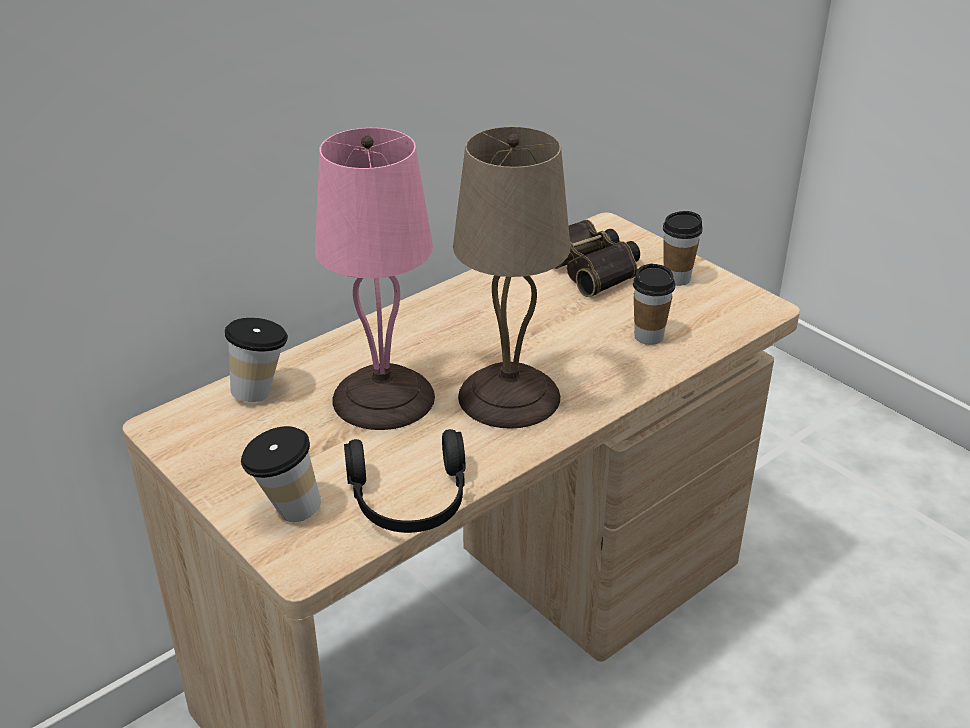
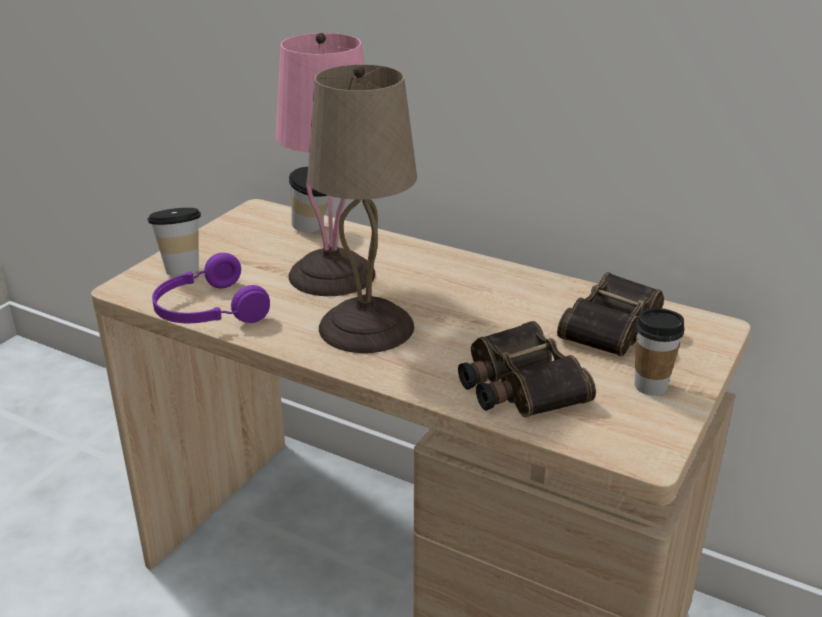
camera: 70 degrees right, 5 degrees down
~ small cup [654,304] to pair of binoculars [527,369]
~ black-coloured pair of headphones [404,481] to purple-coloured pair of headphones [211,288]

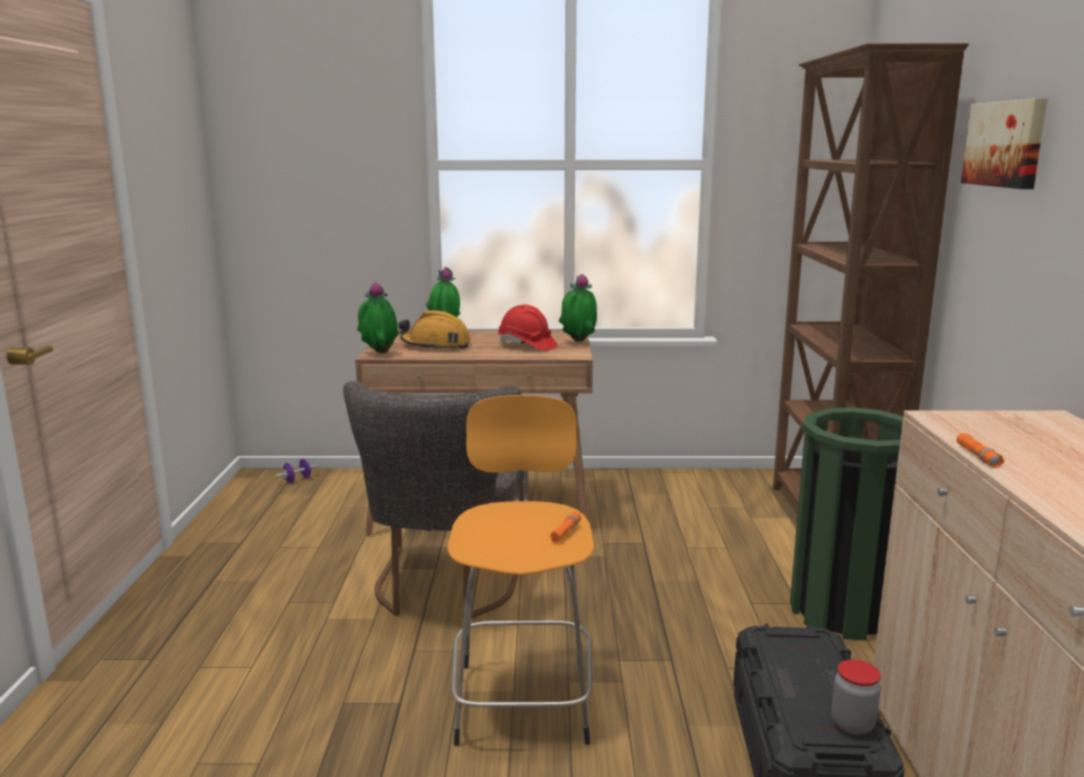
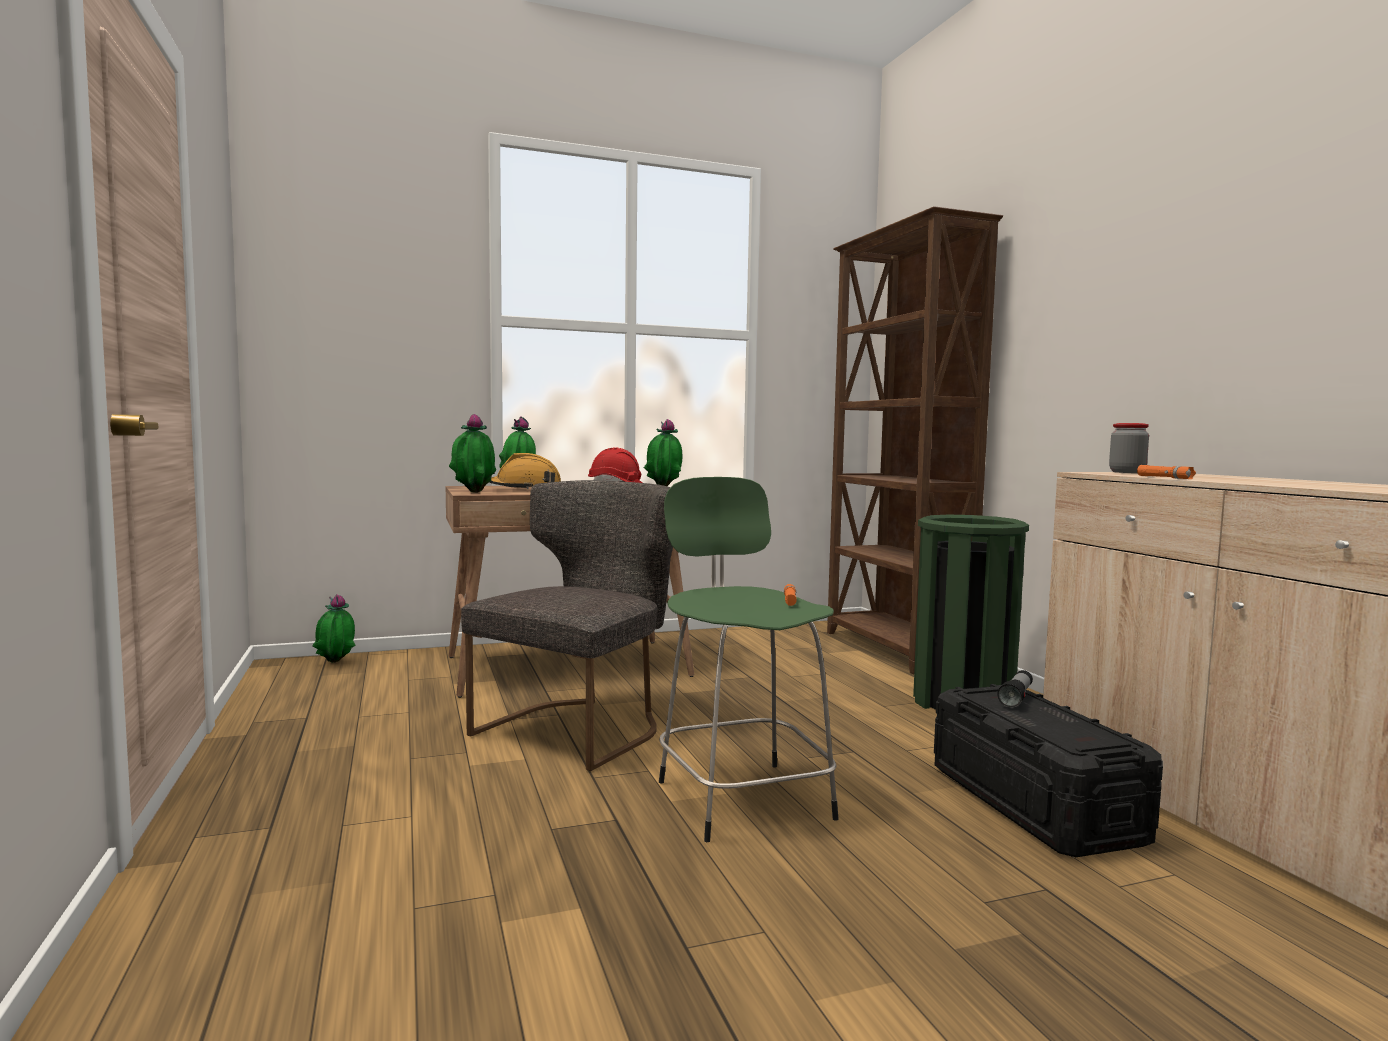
camera: 20 degrees left, 10 degrees down
- wall art [1004,144]
+ torch [1015,689]
~ jar [856,697] to [1129,448]
~ purple-coloured dumbbell [297,471] to potted plant [334,628]
~ orange sitting stool [520,570] to green-coloured sitting stool [749,659]
~ gray plain chair [433,500] = [567,625] 135 degrees counterclockwise

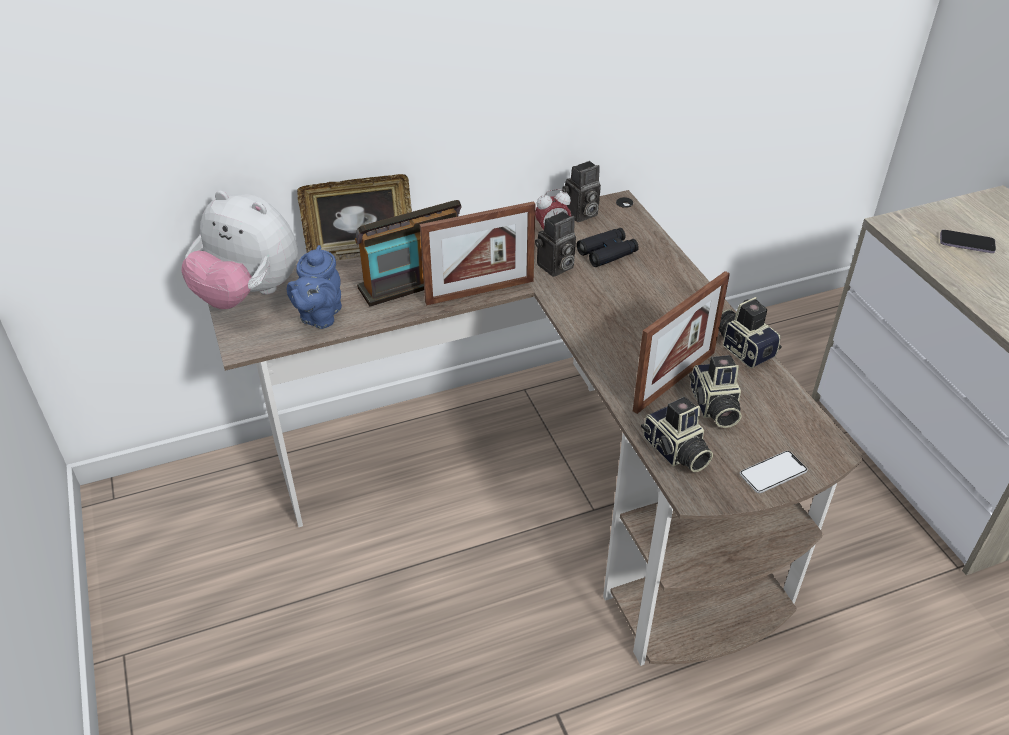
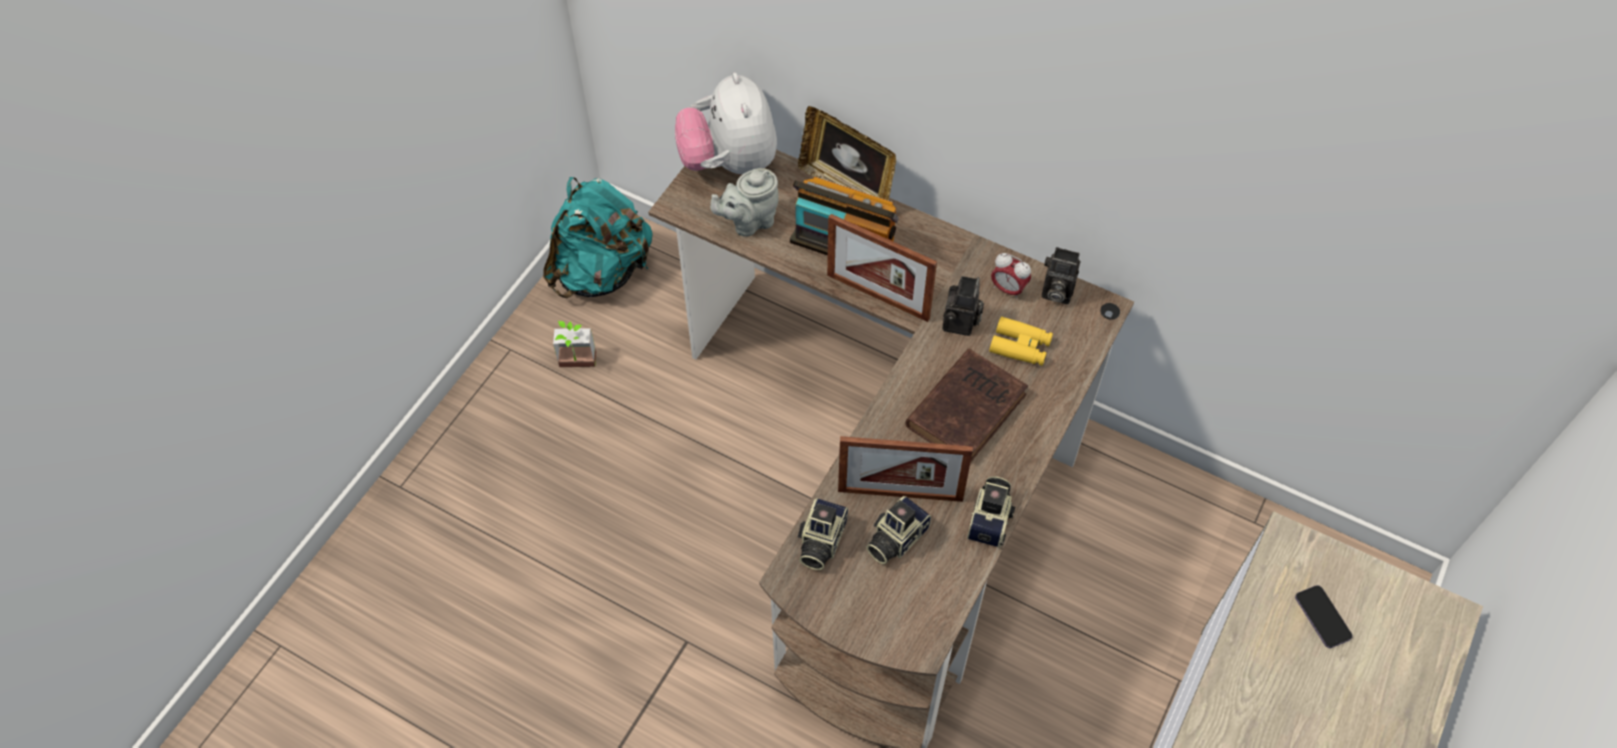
camera: 50 degrees right, 15 degrees up
- phone [774,472]
+ turquoise rucksack [598,237]
+ potted plant [574,344]
+ brown book [966,406]
~ bluish teapot [314,287] to gray teapot [744,202]
~ black-coloured pair of binoculars [608,247] to yellow-coloured pair of binoculars [1021,341]
~ photo camera [555,244] = [963,306] 90 degrees counterclockwise

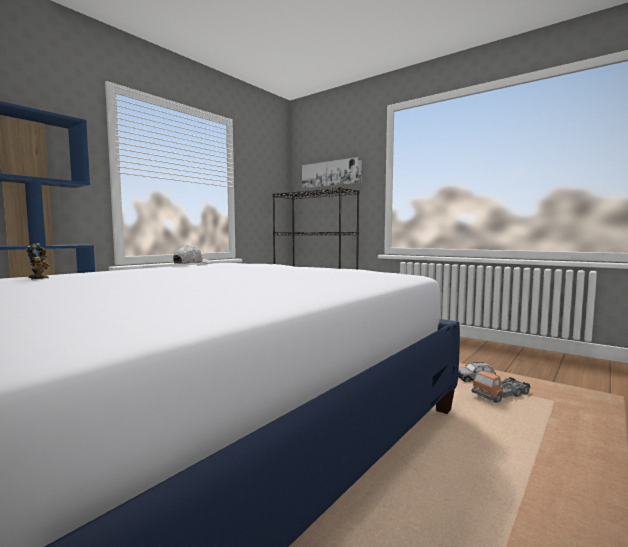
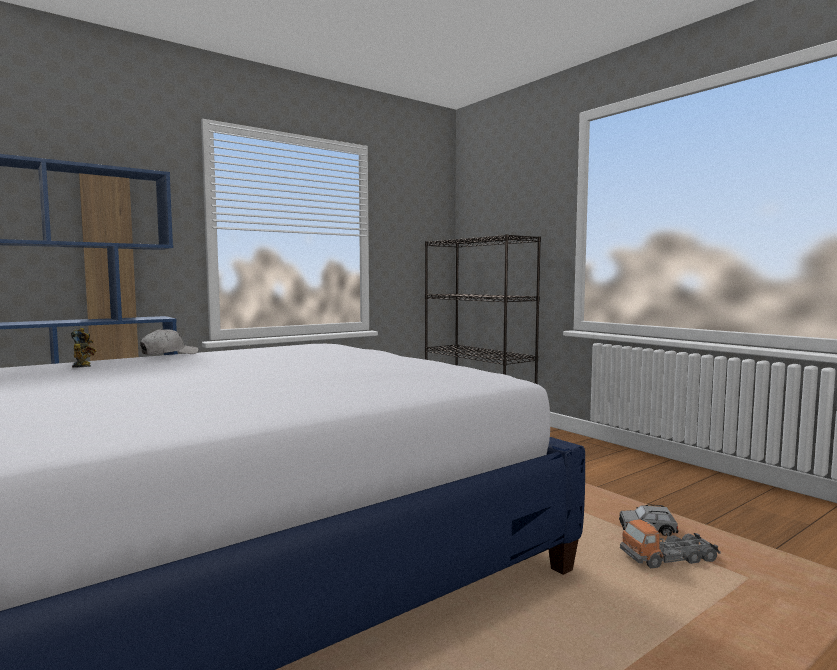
camera: 15 degrees right, 0 degrees up
- wall art [332,172]
~ white-coloured cap [192,254] to [169,341]

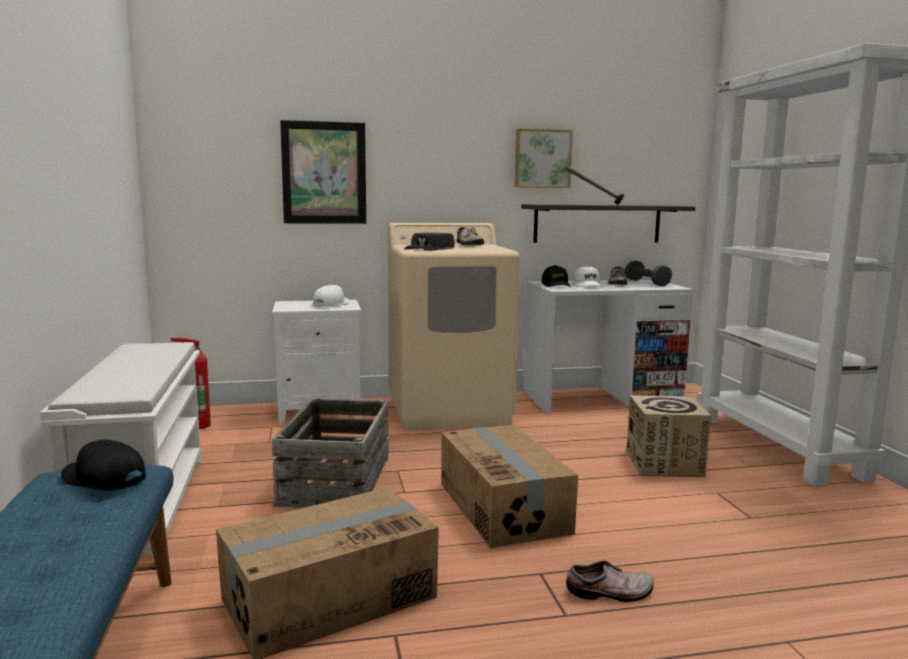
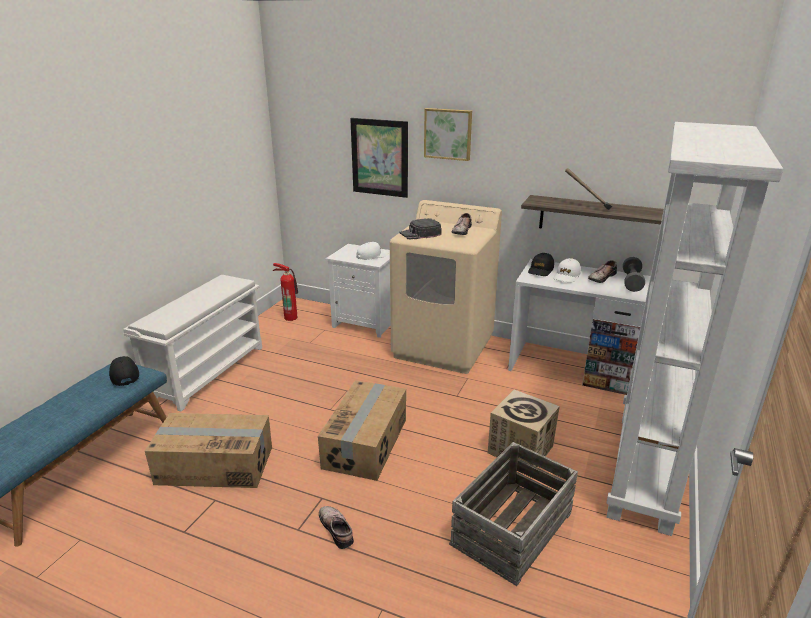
camera: 35 degrees right, 15 degrees up
~ crate [330,453] to [513,514]
~ wall art [544,158] to [448,134]
~ item of footwear [610,581] = [336,527] 150 degrees counterclockwise

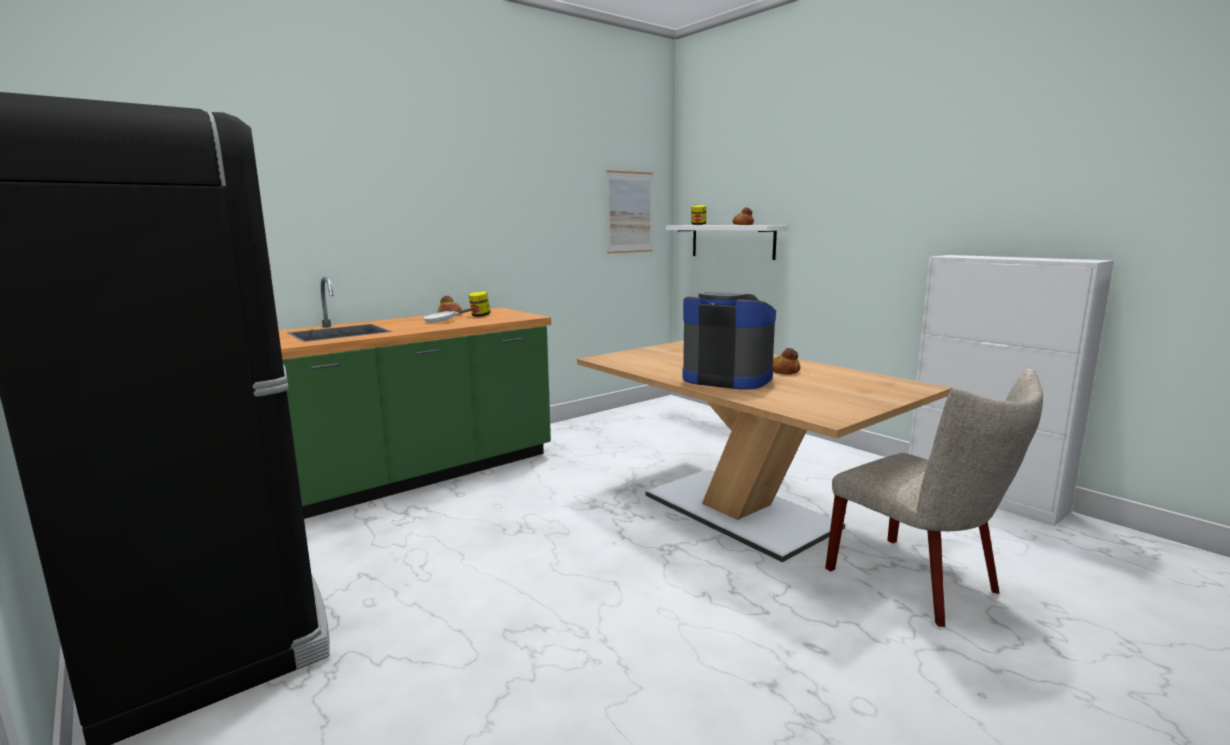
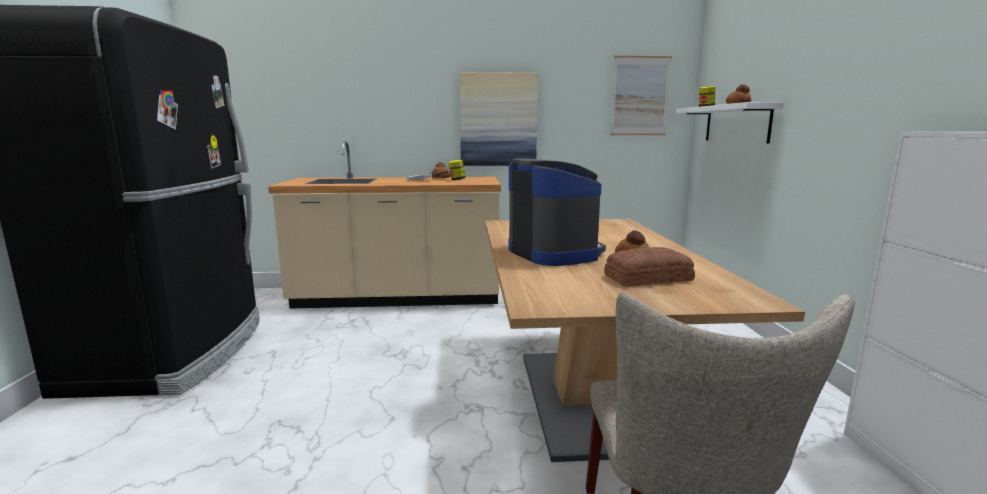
camera: 35 degrees right, 0 degrees up
+ wall art [498,119]
+ bakery bread [649,267]
~ green-coloured kitchen base unit [415,398] to sand-coloured kitchen base unit [384,225]

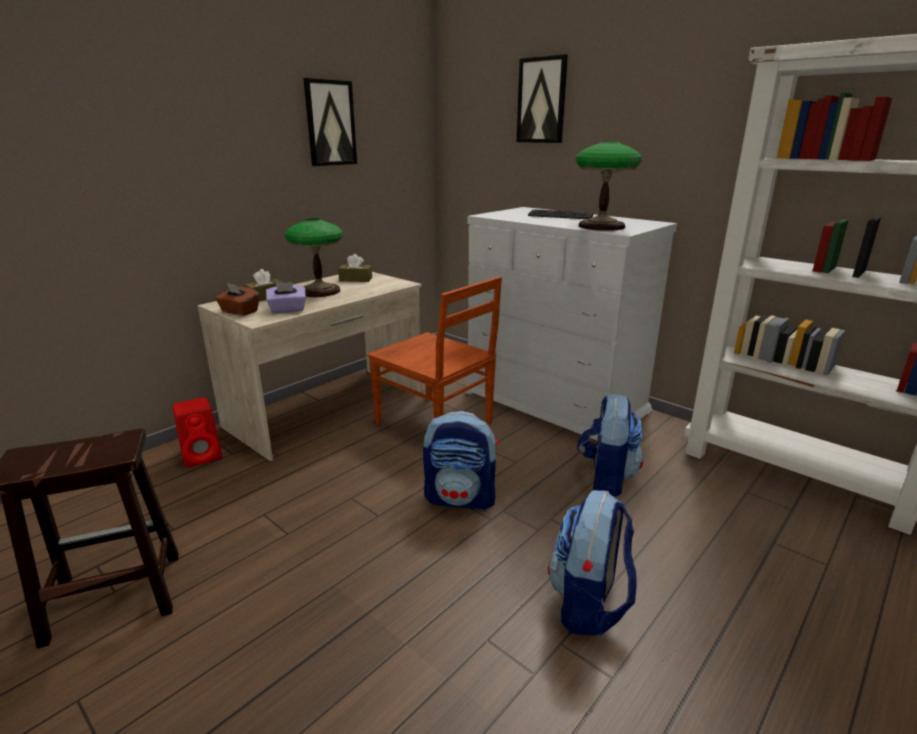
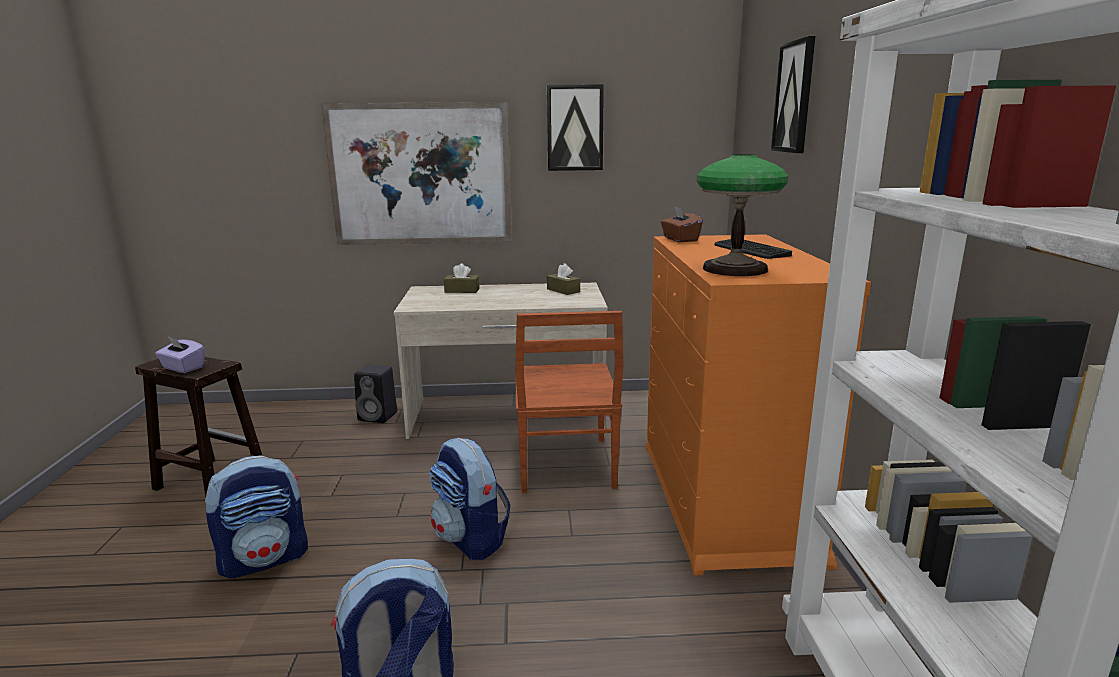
camera: 45 degrees right, 5 degrees down
- table lamp [314,257]
+ wall art [416,173]
~ brown tissue holder [237,299] to [682,224]
~ purple-coloured tissue holder [286,297] to [180,354]
~ rucksack [610,445] to [256,516]
~ red-coloured audio speaker [197,432] to black-coloured audio speaker [375,393]
~ white-coloured dresser [571,323] to orange dresser [758,404]

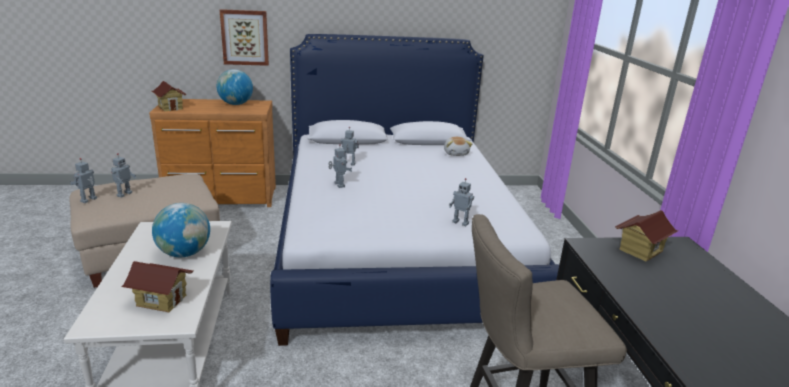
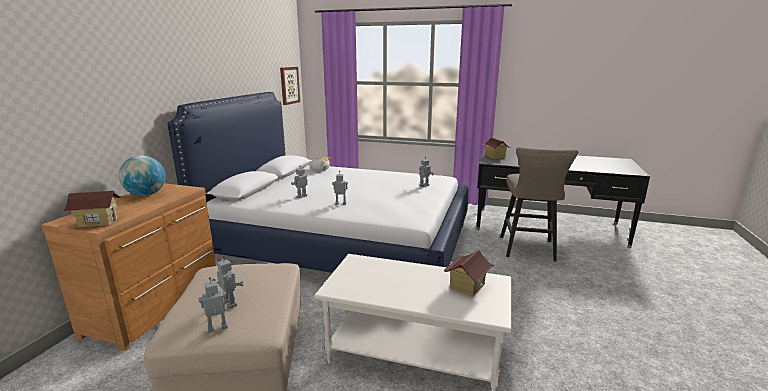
camera: 65 degrees left, 5 degrees down
- world globe [181,230]
~ wall art [244,37] to [290,86]
~ model robot [83,180] = [213,305] 105 degrees clockwise

